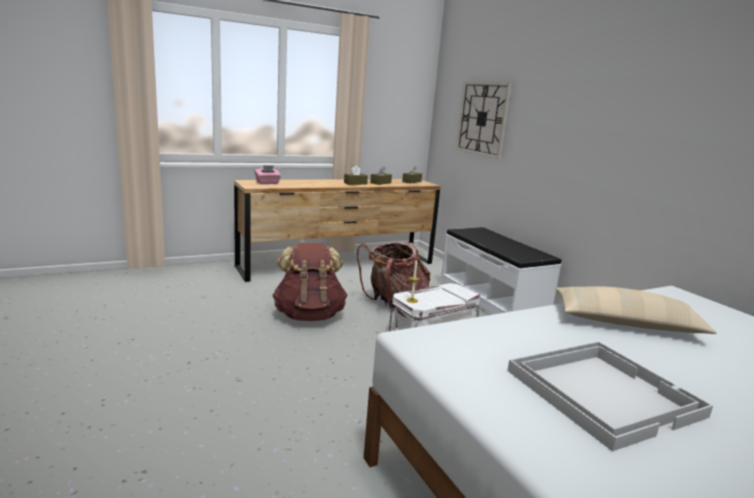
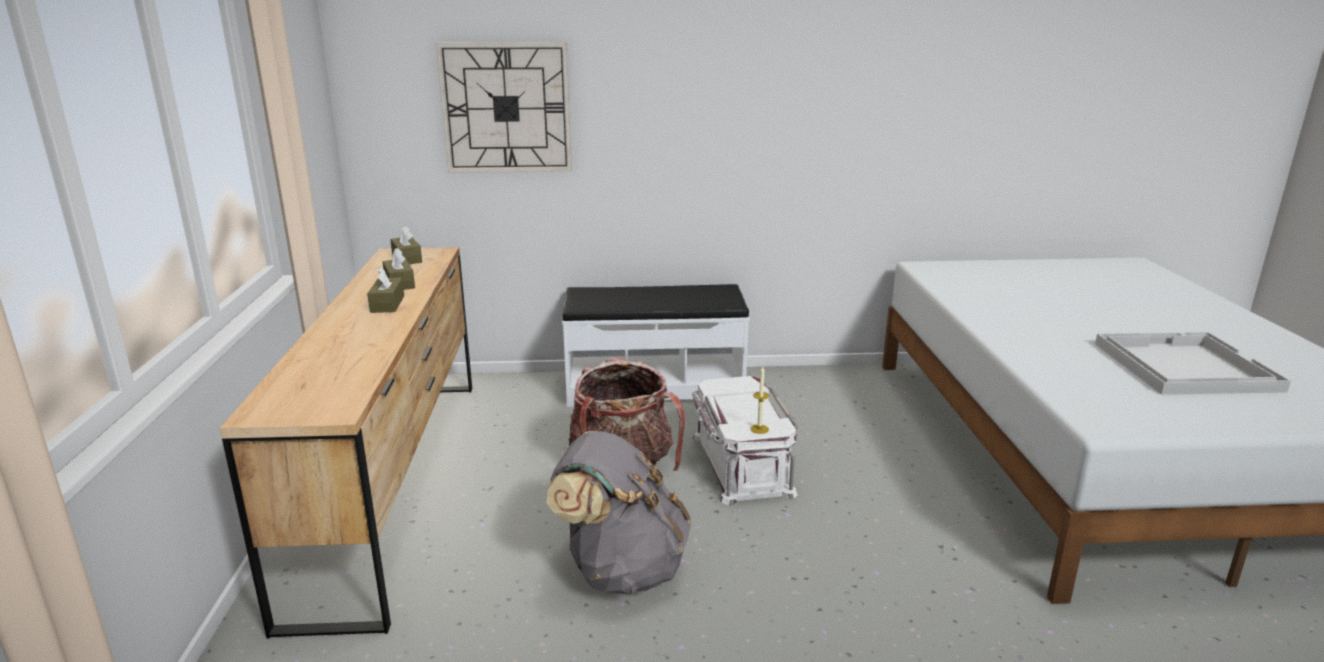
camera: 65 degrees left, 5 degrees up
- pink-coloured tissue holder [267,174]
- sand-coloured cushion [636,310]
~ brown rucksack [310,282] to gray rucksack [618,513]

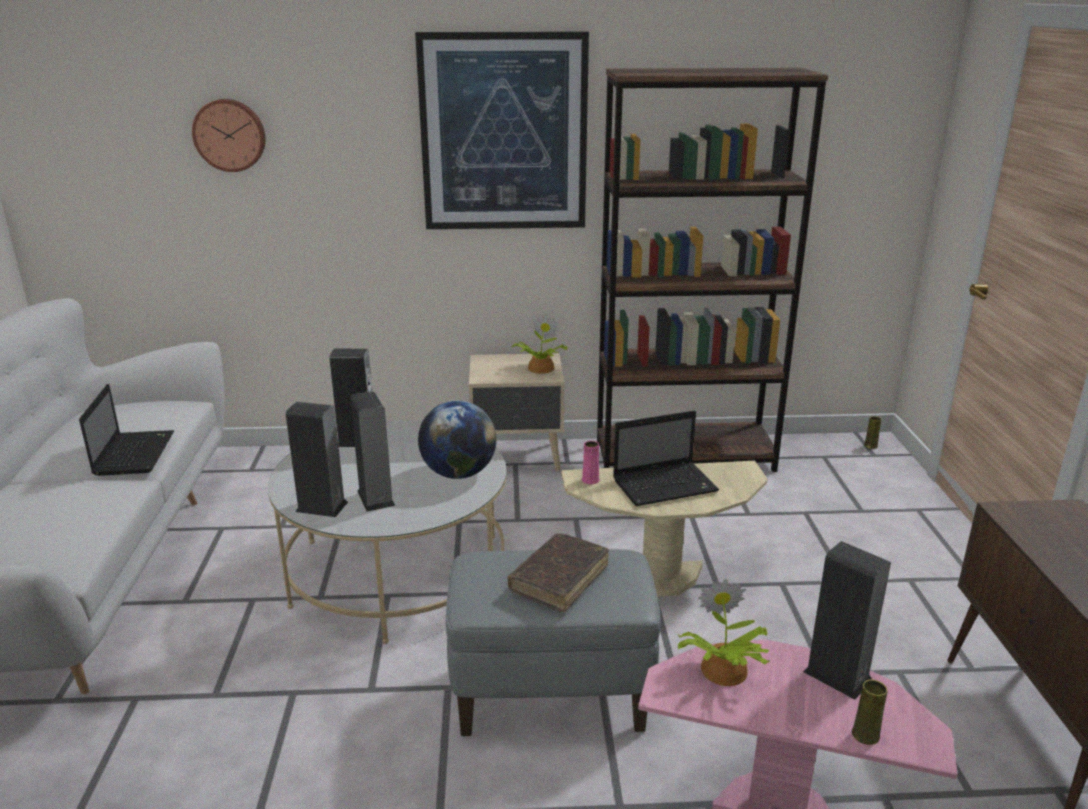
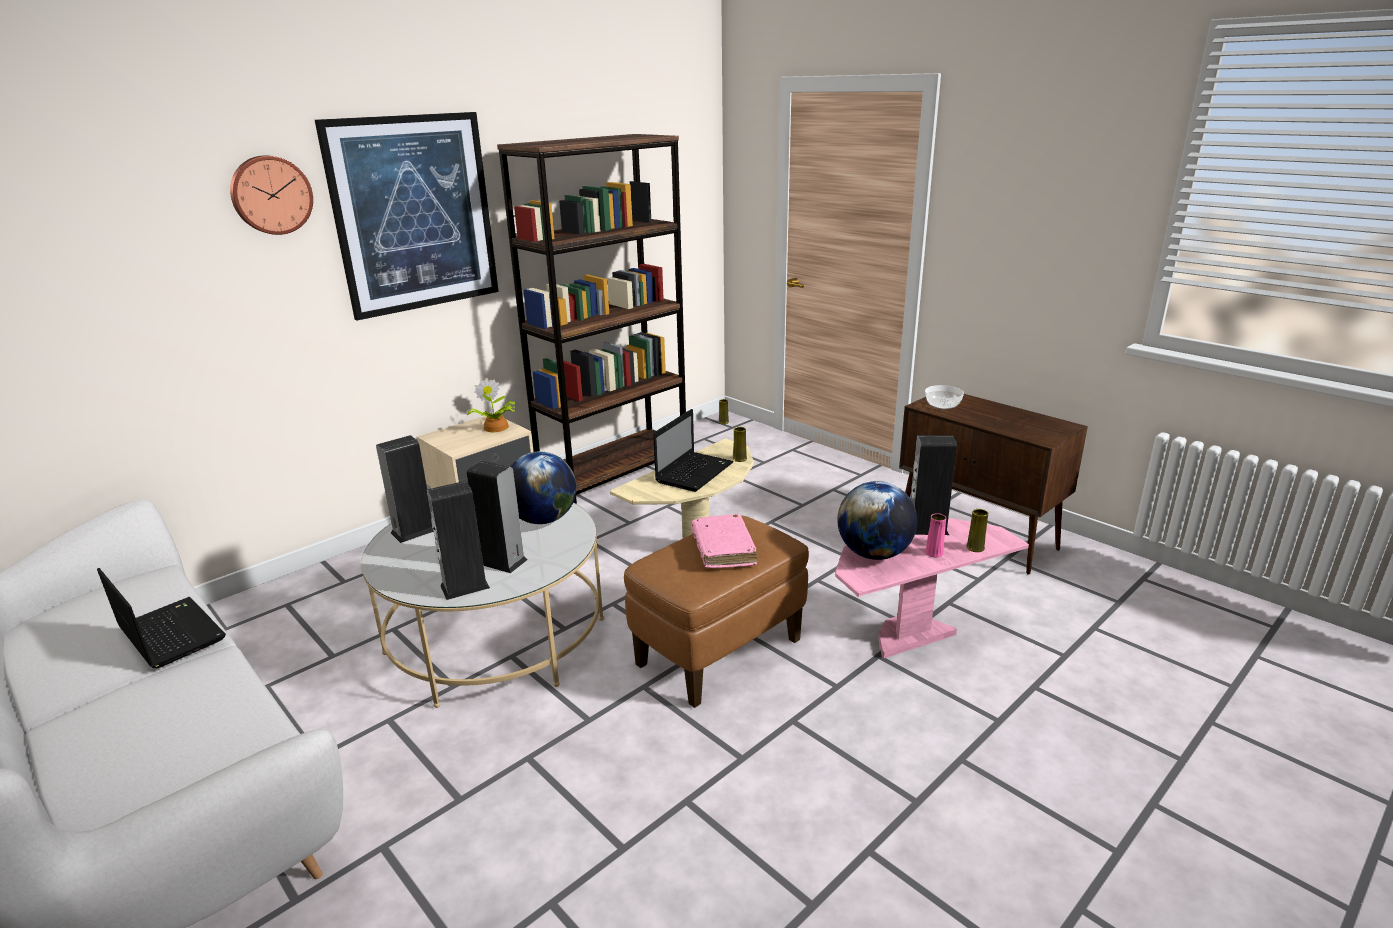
camera: 40 degrees left, 0 degrees up
+ yellow-coloured decorative vase [740,444]
+ deep dish [944,397]
~ clock on the wall [229,135] to [271,195]
~ pink-coloured decorative vase [590,462] to [935,535]
~ potted plant [723,632] to world globe [877,520]
~ gray pouffe [553,642] to brown pouffe [716,612]
~ brown book [558,572] to pink-coloured book [724,541]

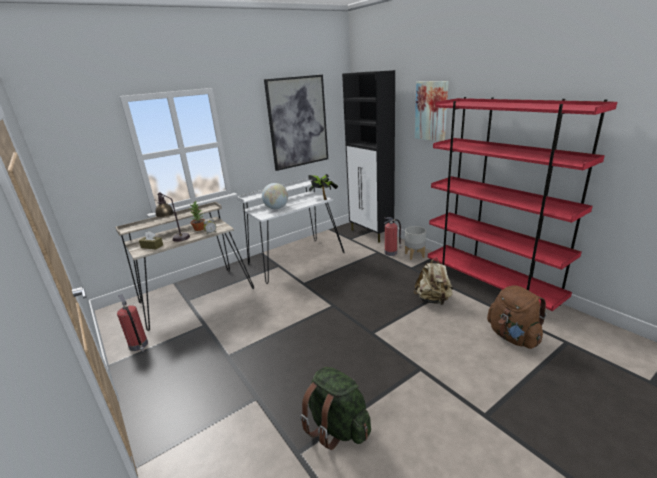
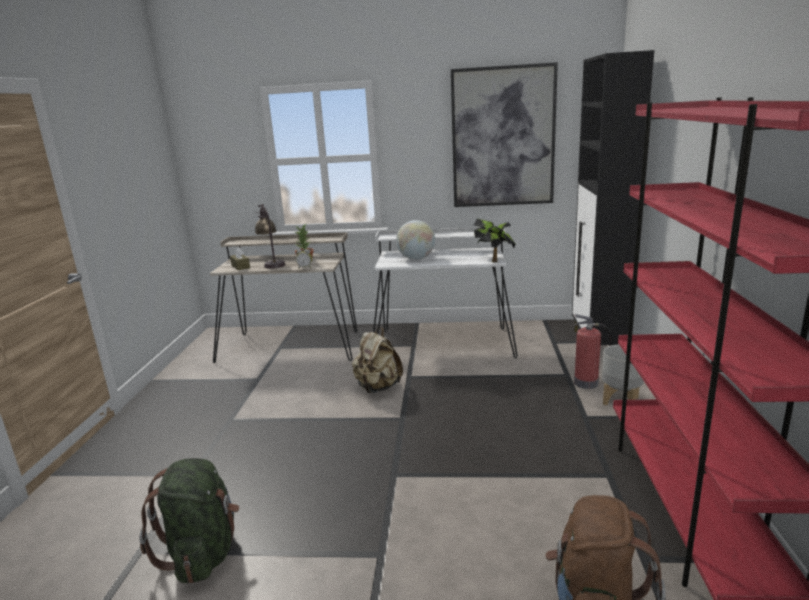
camera: 40 degrees right, 5 degrees down
- extinguisher [132,323]
- wall art [432,111]
~ sand-coloured rucksack [433,281] to [377,360]

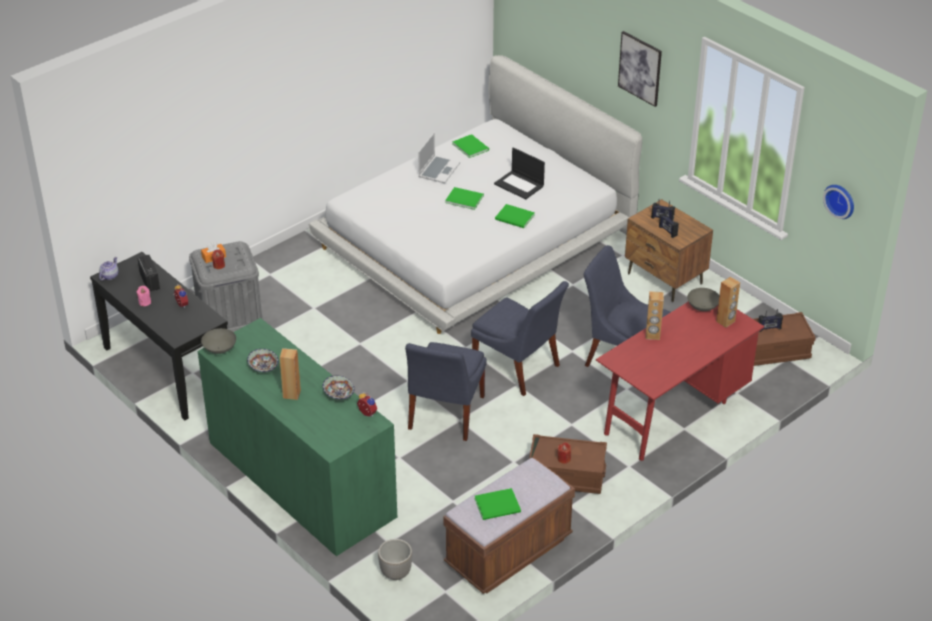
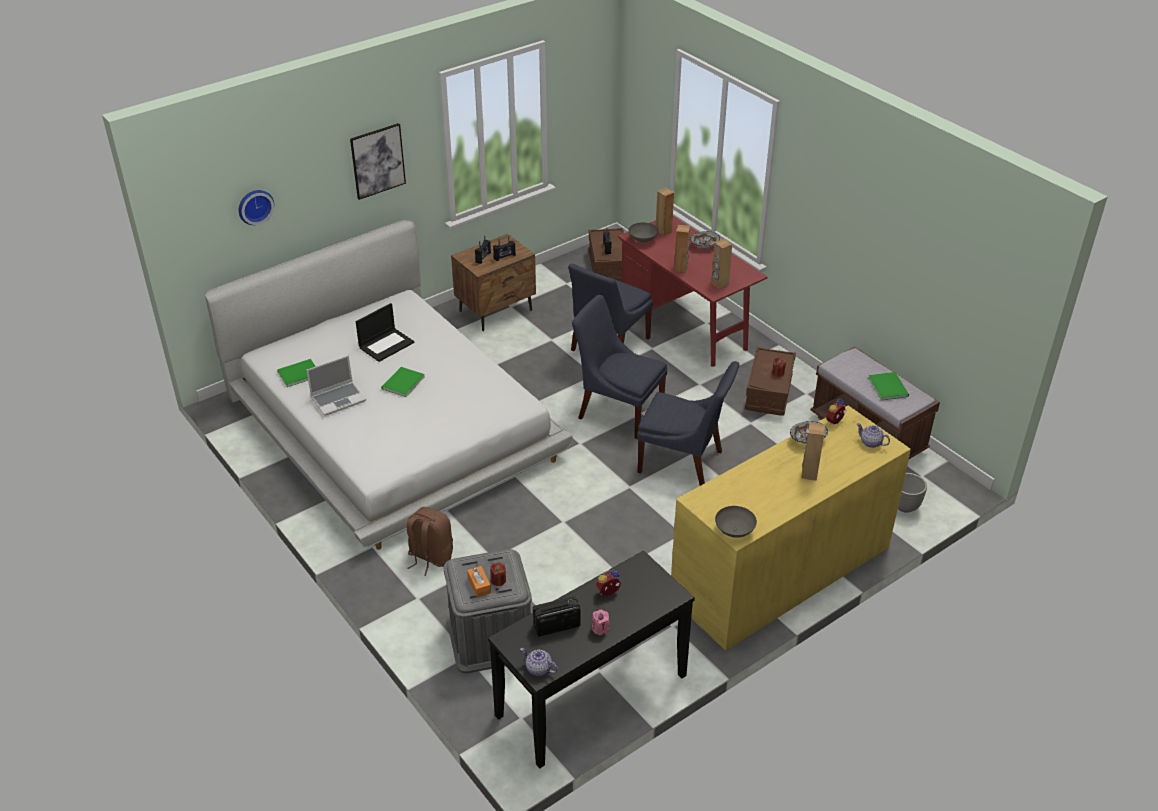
camera: 85 degrees left, 0 degrees up
- green-coloured book [515,216]
+ brown rucksack [429,541]
+ brown audio speaker [721,264]
+ teapot [873,435]
~ deep dish [263,360] to [705,239]
~ clock on the wall [838,202] to [256,207]
~ green-coloured dresser [297,437] to yellow-coloured dresser [791,527]
~ notebook computer [439,157] = [336,385] 120 degrees clockwise
~ bluish plain chair [520,338] = [619,367] 105 degrees counterclockwise

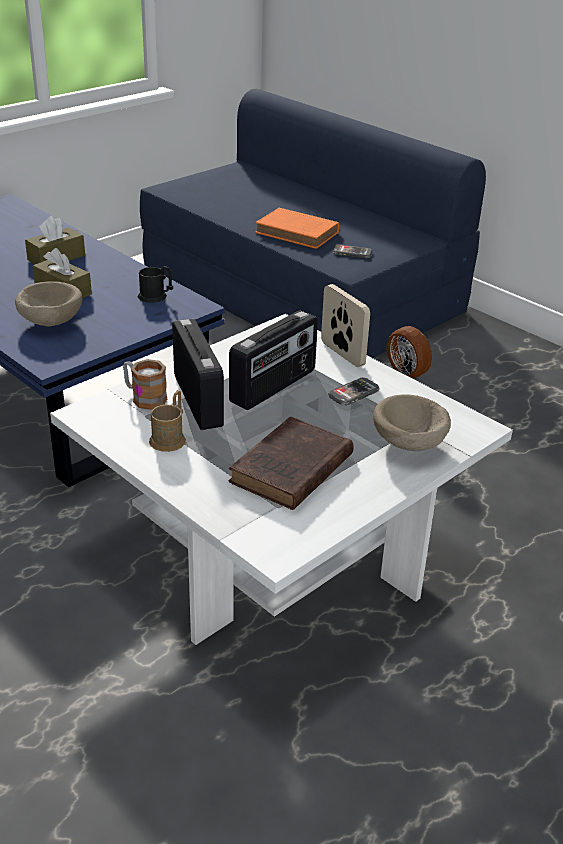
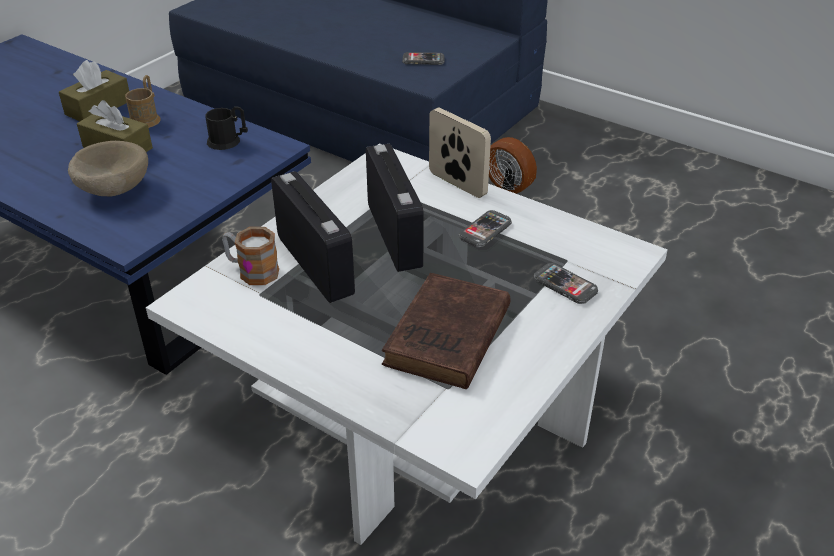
camera: 10 degrees left, 5 degrees up
- orange book [297,228]
~ brown coffee mug [167,421] to [143,101]
~ sand-coloured deep dish [412,422] to phone [566,283]
~ radio set [273,360] = [395,208] 45 degrees counterclockwise

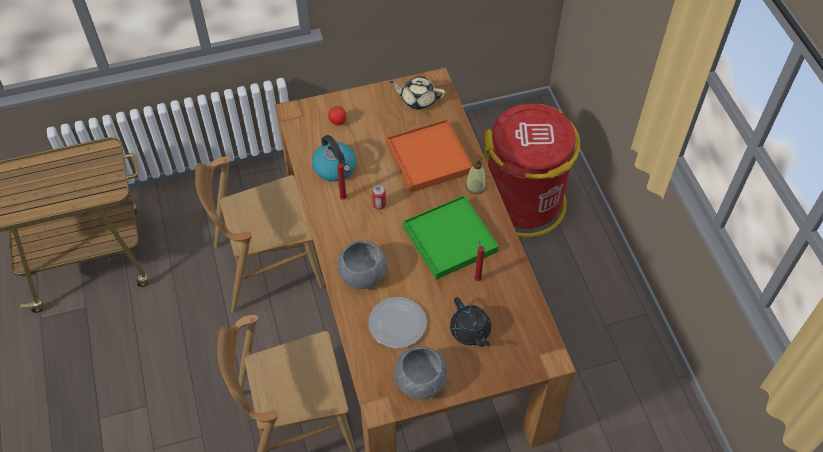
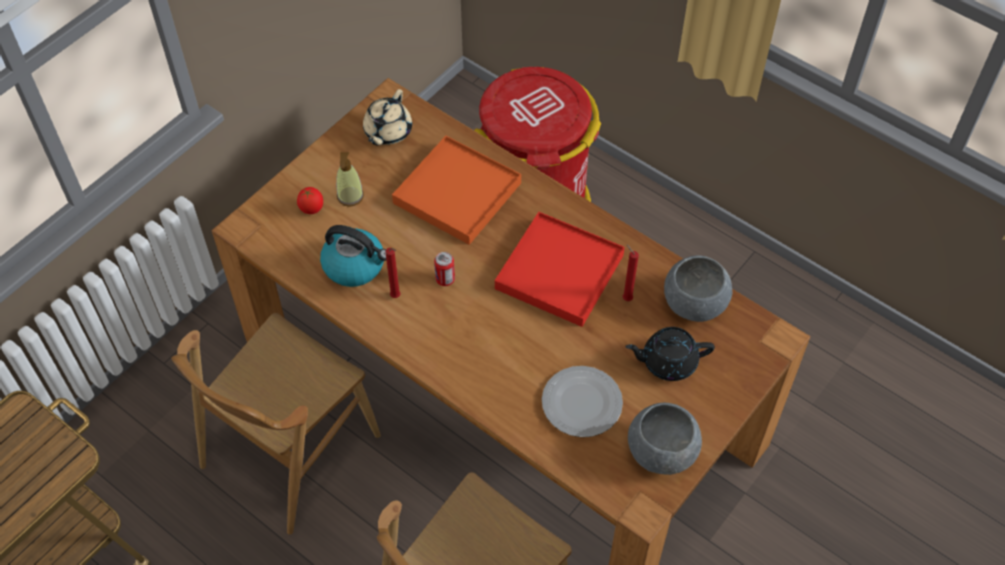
camera: 35 degrees left, 0 degrees up
~ gray deep dish [362,265] to [698,288]
~ liquid soap bottle [476,174] to [350,179]
~ green-coloured carrying tray [451,237] to red-coloured carrying tray [560,269]
~ sand-coloured teapot [417,93] = [387,117] 45 degrees counterclockwise
~ black-coloured teapot [470,322] = [670,354] 150 degrees clockwise

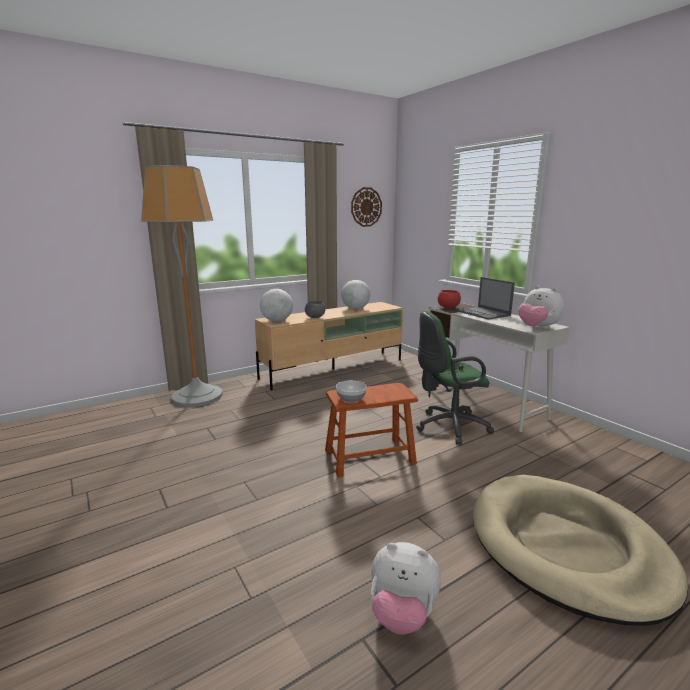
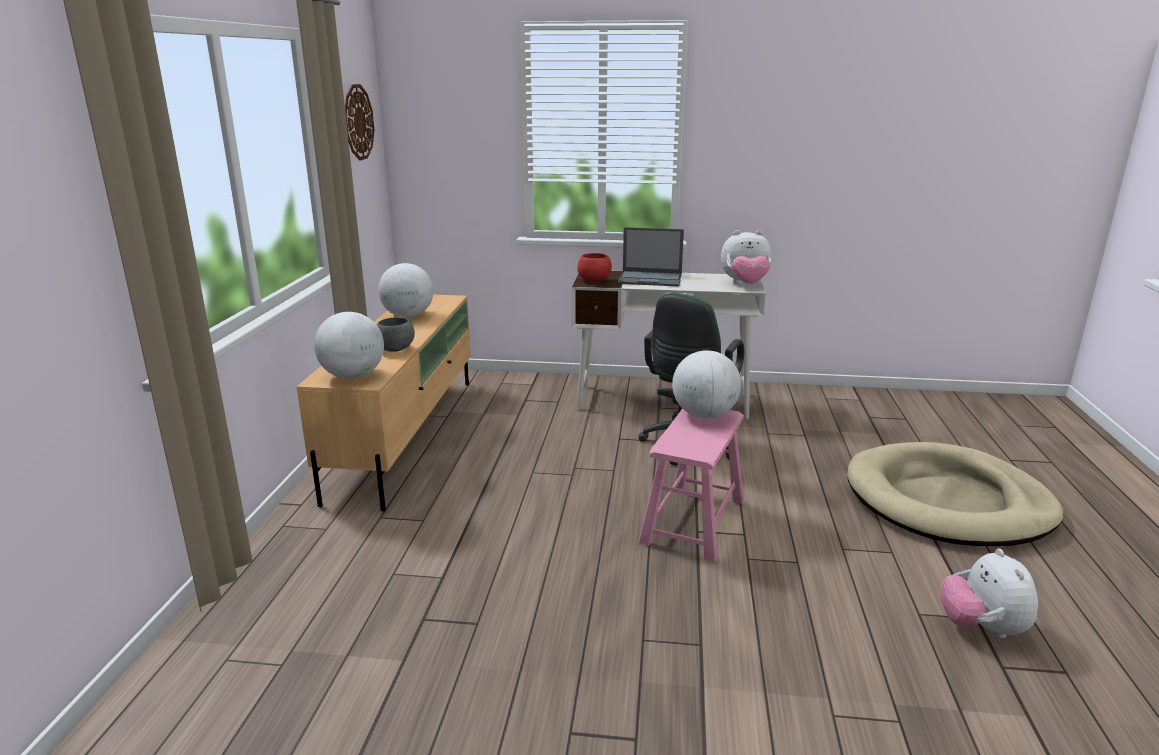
camera: 50 degrees left, 5 degrees up
- standing lamp [182,286]
- deep dish [351,391]
+ world globe [706,384]
~ brown sitting stool [371,430] to pink-coloured sitting stool [691,485]
~ plush toy [406,588] = [989,593] 120 degrees clockwise

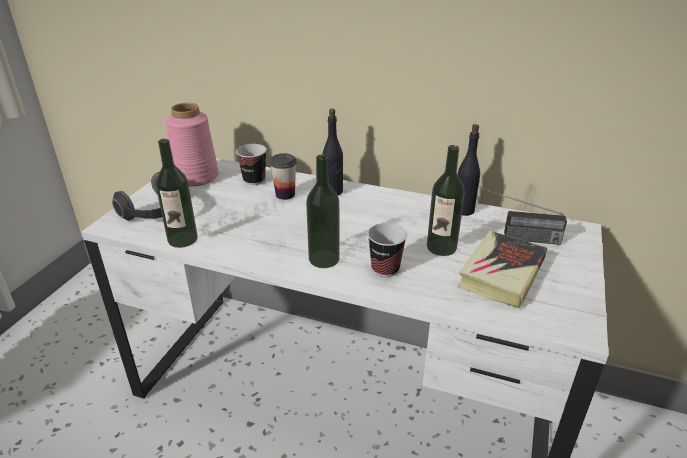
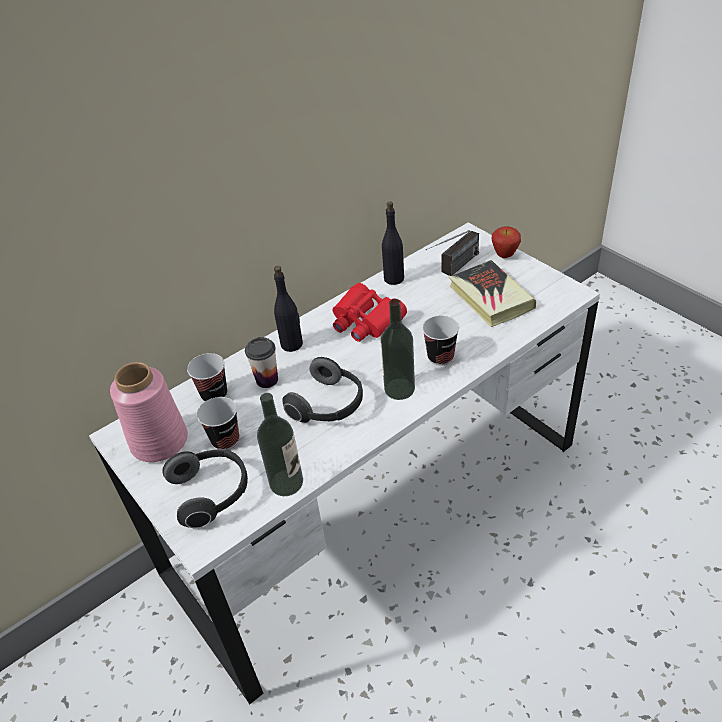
camera: 55 degrees left, 10 degrees up
- beverage bottle [446,200]
+ small cup [218,423]
+ pair of headphones [322,390]
+ red-coloured pair of binoculars [370,312]
+ whole apple [506,242]

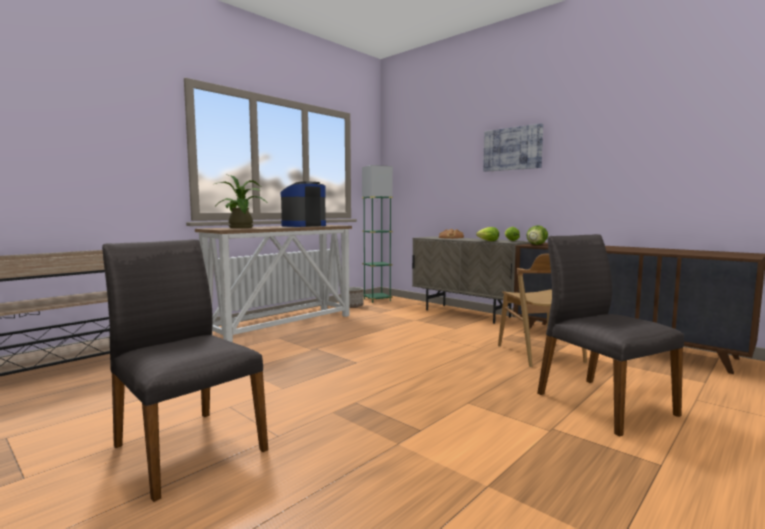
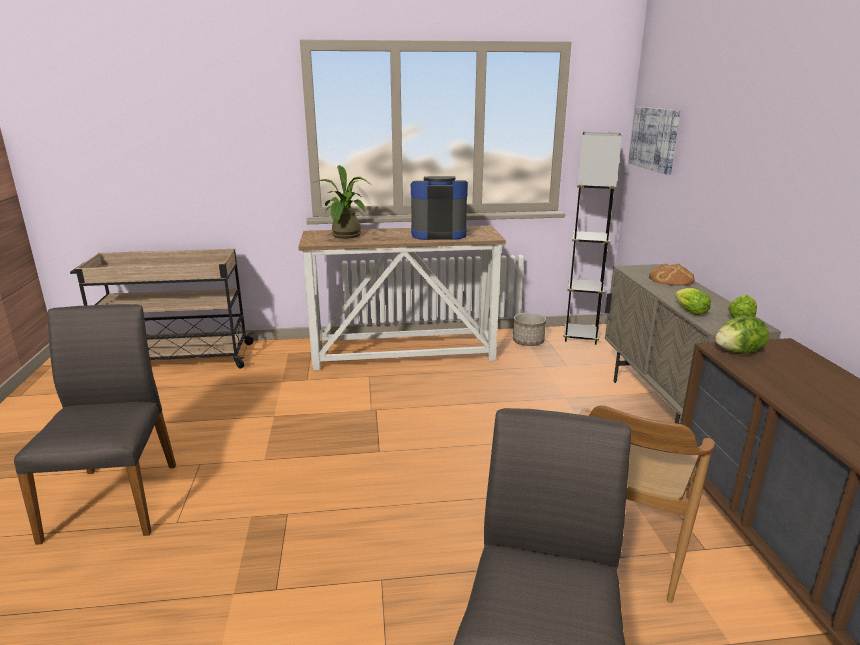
camera: 40 degrees right, 15 degrees up
~ wall art [513,147] to [654,141]
~ green-coloured standing lamp [377,234] to gray standing lamp [592,238]

